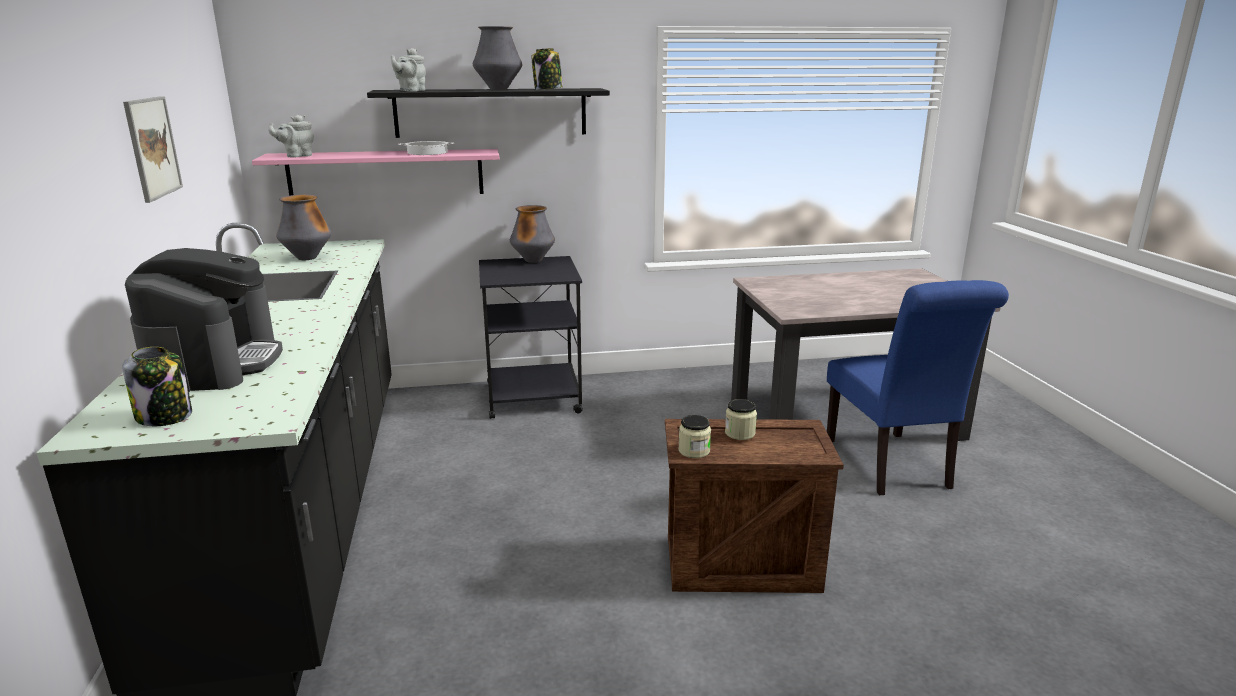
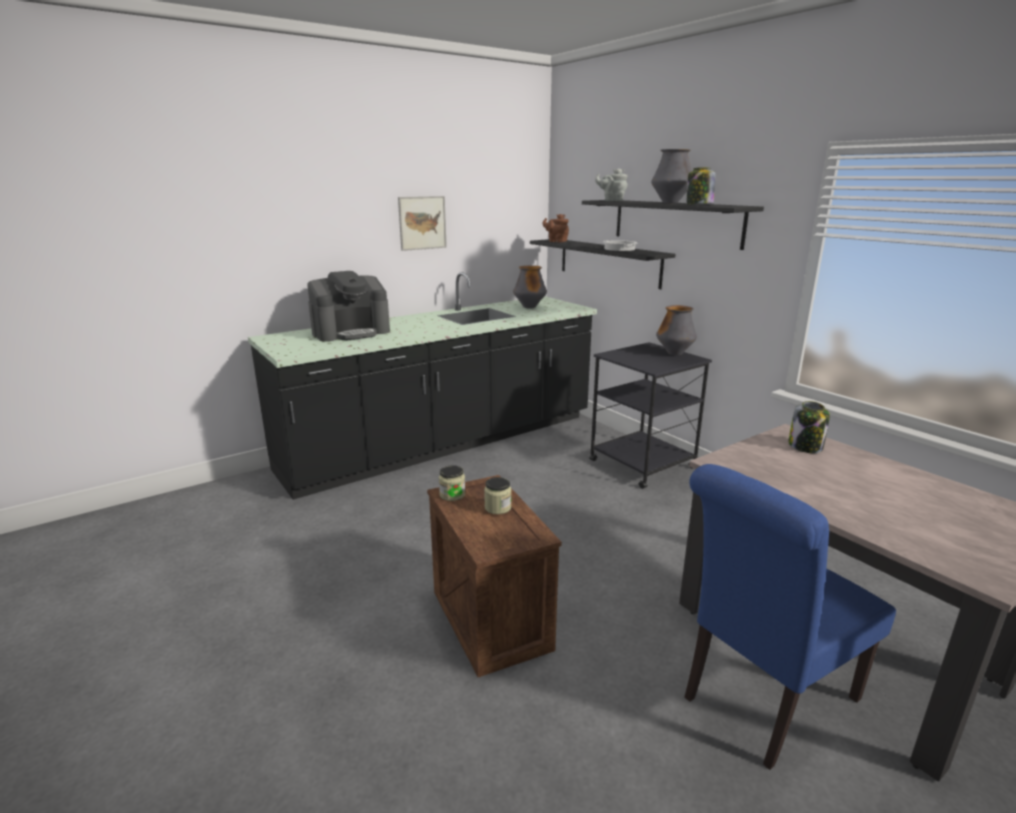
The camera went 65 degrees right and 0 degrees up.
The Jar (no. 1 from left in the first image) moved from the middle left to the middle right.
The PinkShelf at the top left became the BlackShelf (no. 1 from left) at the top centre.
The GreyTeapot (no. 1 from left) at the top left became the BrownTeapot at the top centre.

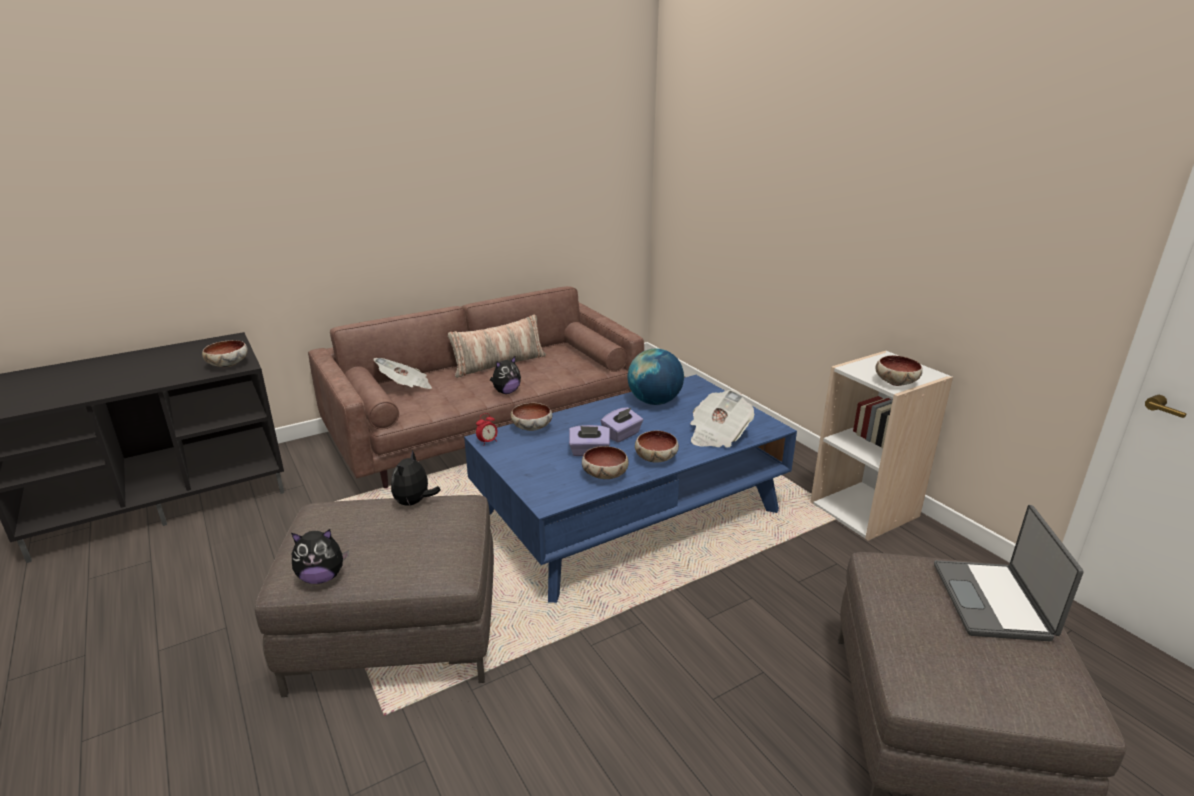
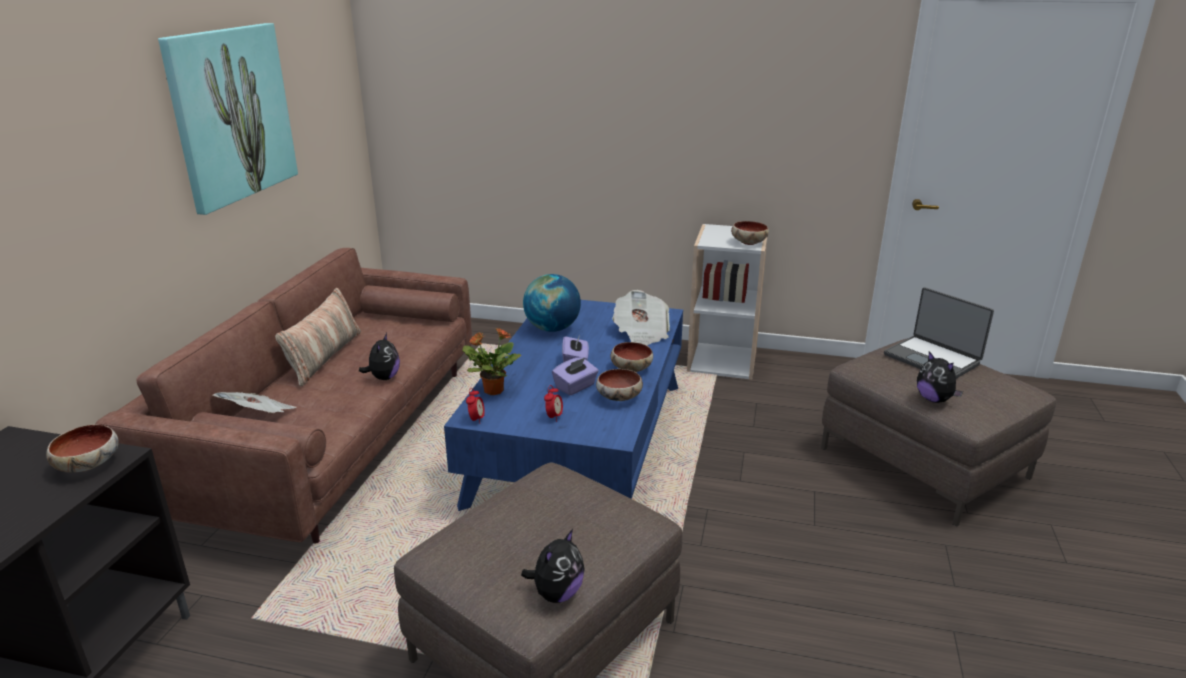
The camera went 45 degrees left and 0 degrees up.
The Picture at the top left appeared.
The AlarmClock (no. 2 from left) at the centre appeared.
The PlushToy (no. 2 from left in the first image) moved from the centre to the middle right.
The Bowl (no. 2 from left) at the centre was replaced by the PottedPlant at the centre.

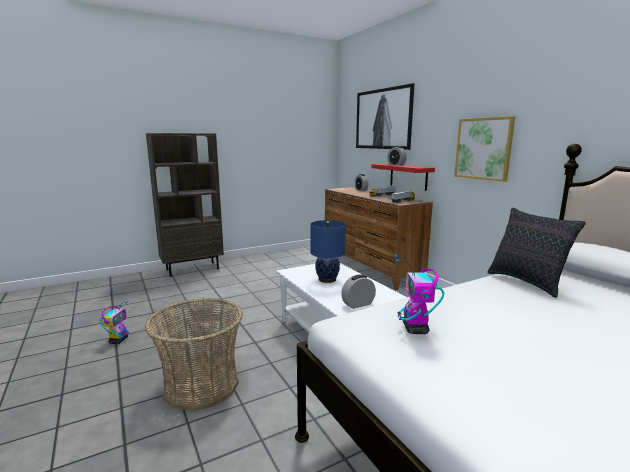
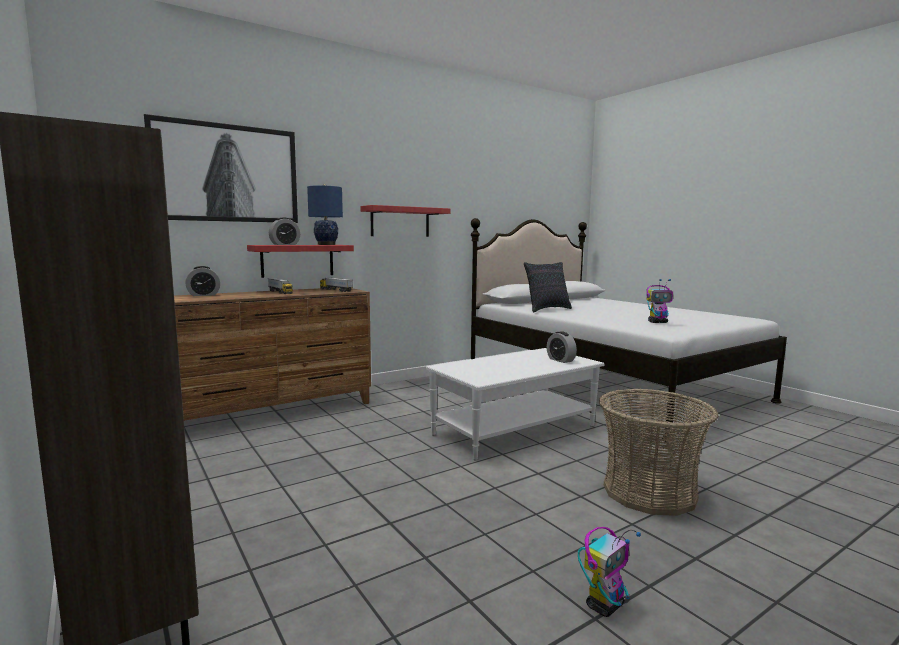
The camera went 95 degrees left and 5 degrees down.
The BlueTableLamp moved from the centre to the top centre.
The Picture (no. 2 from left) at the top right was replaced by the RedShelf (no. 2 from left) at the centre.
The ToyRobot (no. 1 from left) at the bottom left turned 135 degrees clockwise.

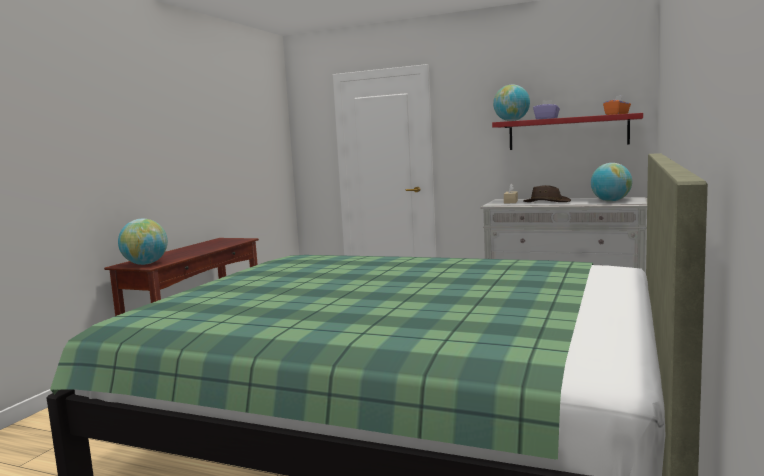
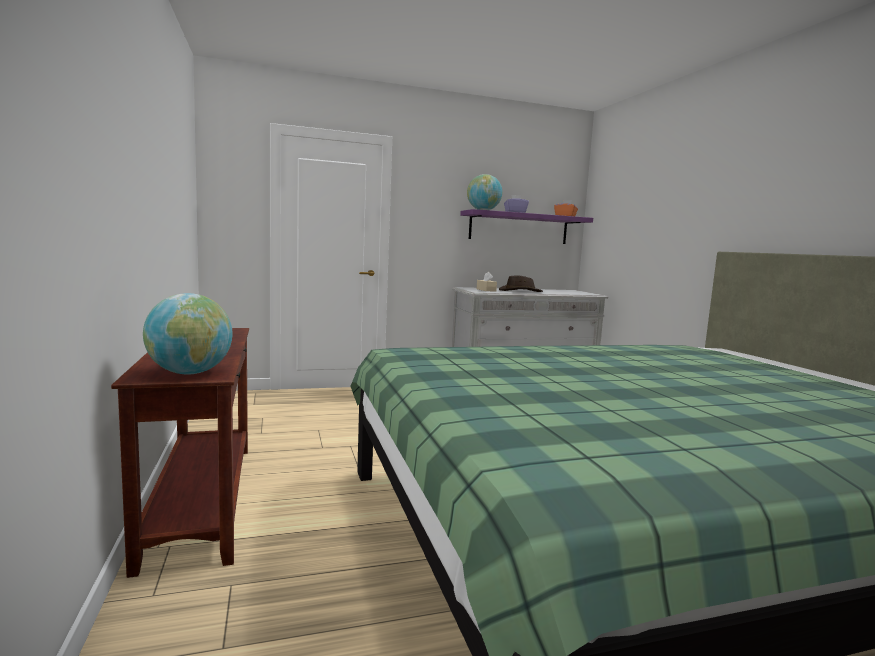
The camera went 40 degrees left and 0 degrees up.
The Globe (no. 3 from left) at the middle right disappeared.
The RedShelf at the top right became the PurpleShelf at the centre.

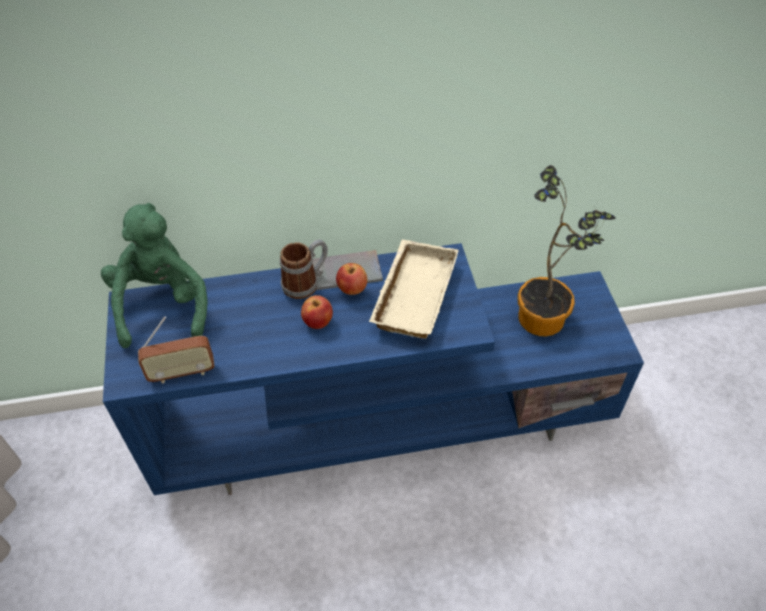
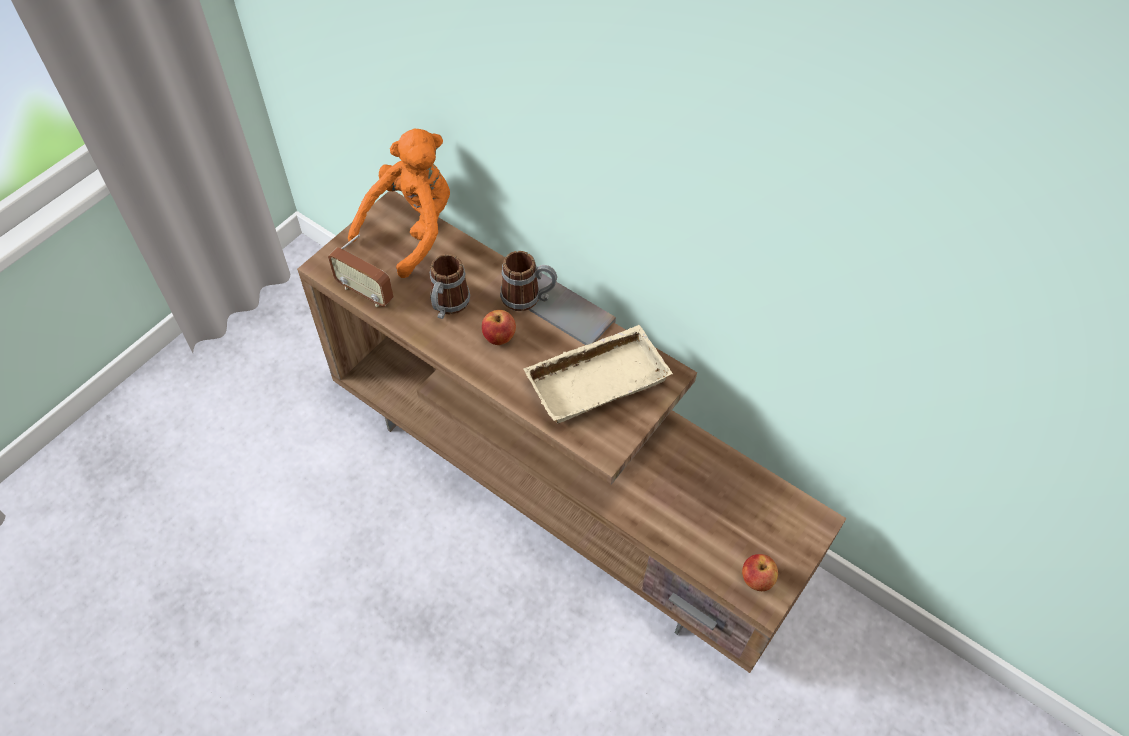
The camera went 45 degrees right and 5 degrees up.
The PottedPlant at the middle right disappeared.
The Mug (no. 1 from left) at the centre appeared.
The Apple (no. 2 from left) moved from the centre to the bottom right.
The GreenPlushToy at the middle left became the OrangePlushToy at the top centre.
The BlueTvStand at the centre became the BrownTvStand at the centre.

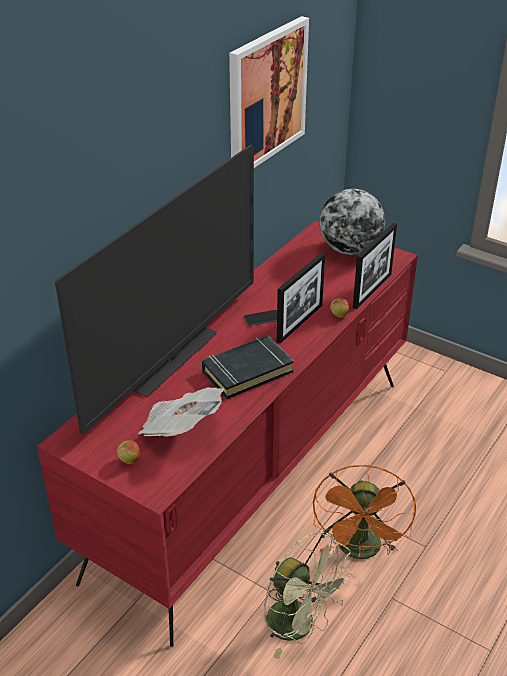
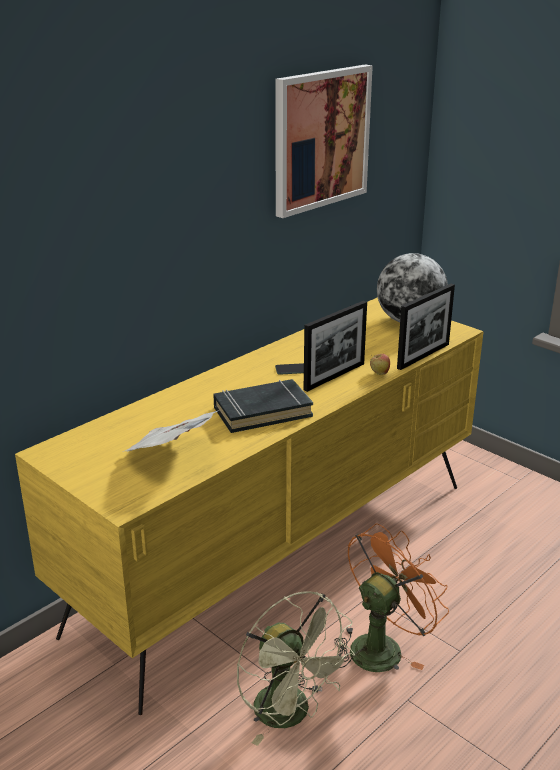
The camera went 10 degrees right and 10 degrees down.
The Television at the middle left disappeared.
The Apple (no. 1 from left) at the bottom left disappeared.
The RedTvStand at the centre became the YellowTvStand at the centre.
The OrangeFan at the bottom right turned 150 degrees counterclockwise.

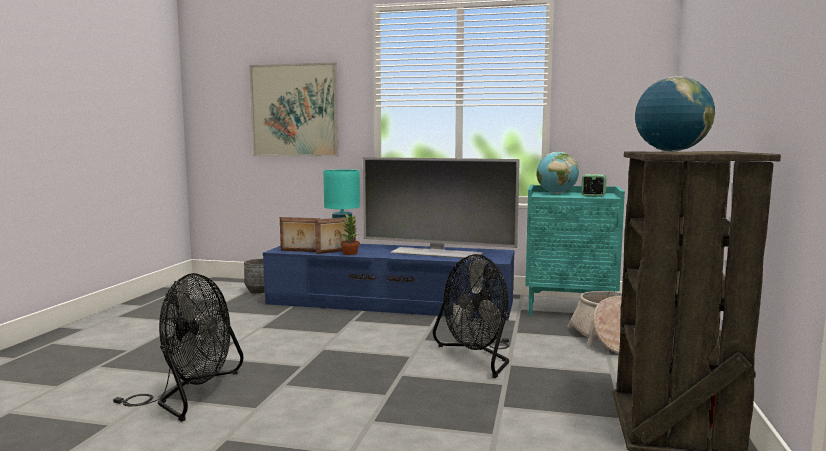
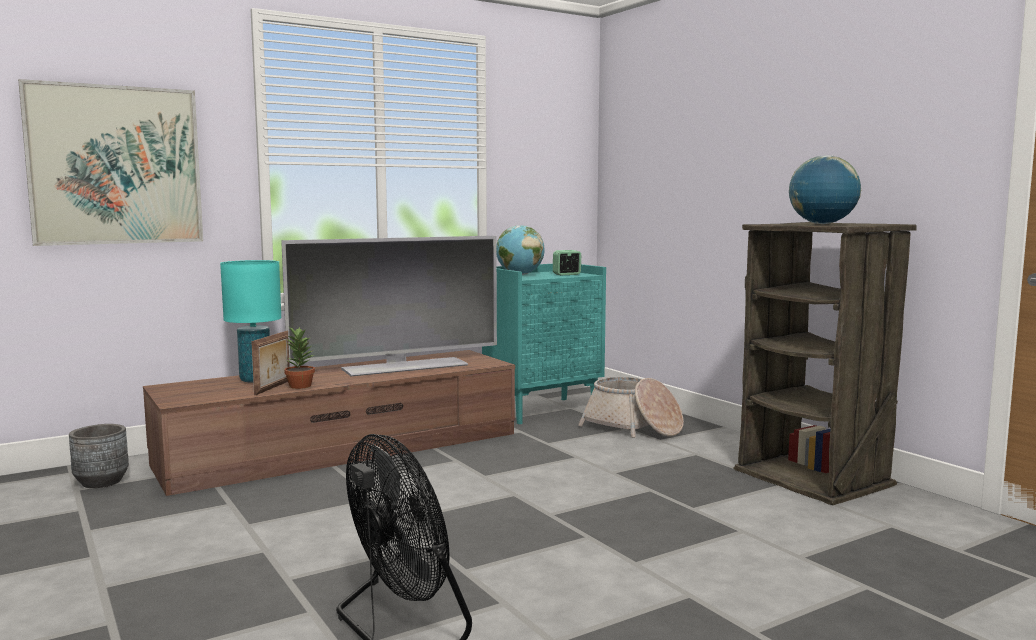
The camera went 45 degrees left and 0 degrees up.
The PictureFrame (no. 1 from left) at the centre disappeared.
The BlackFan (no. 2 from left) at the bottom centre disappeared.
The BlueTvStand at the centre became the BrownTvStand at the middle left.

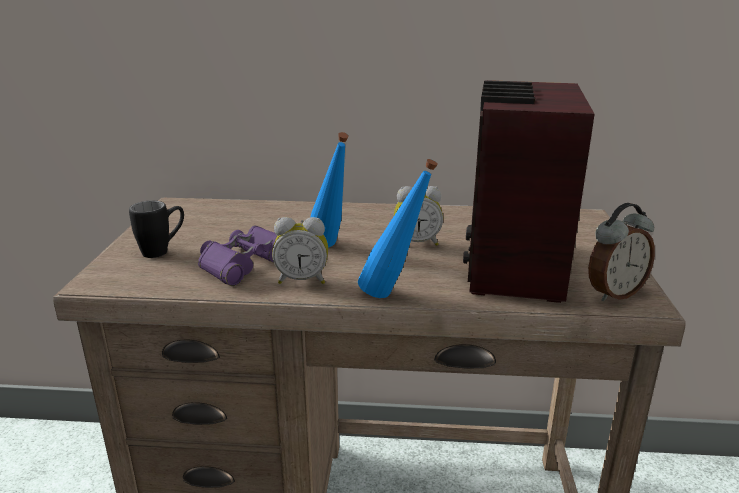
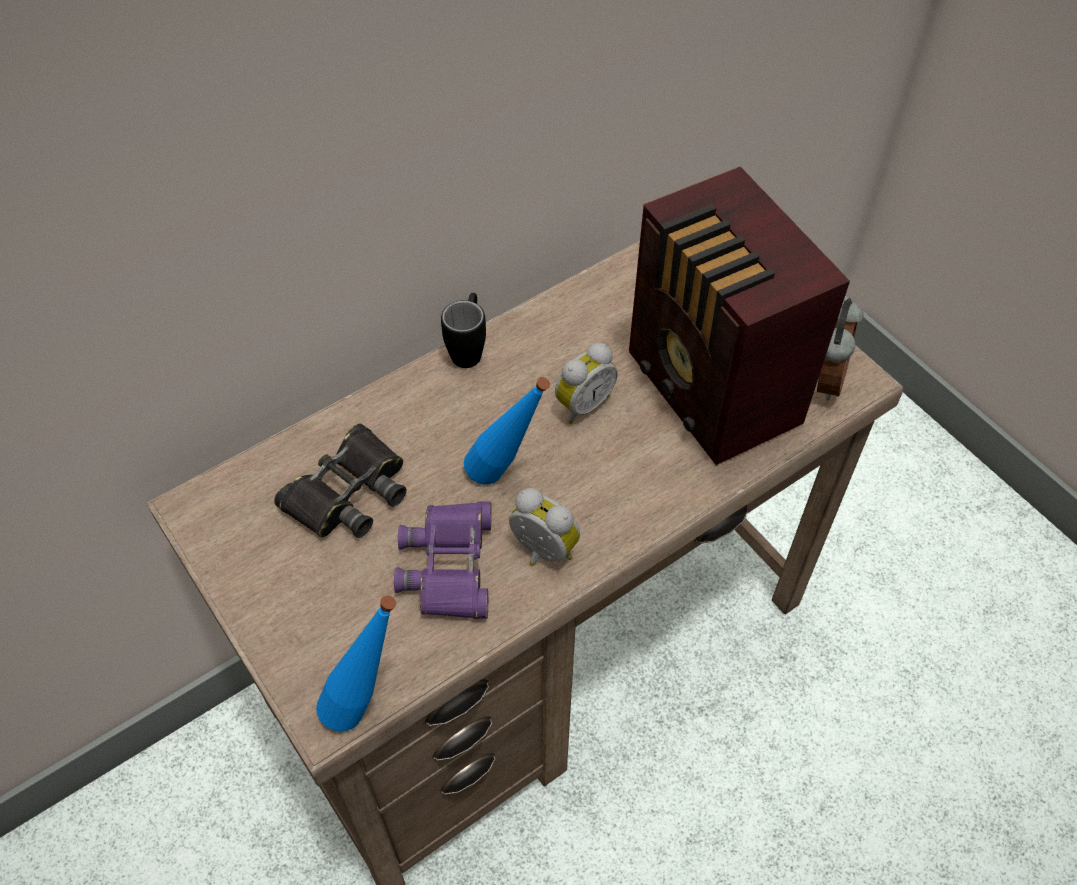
The camera went 40 degrees left and 30 degrees up.
The BlackBinoculars at the middle left appeared.
The BlackMug moved from the middle left to the centre.
The BlueBottle (no. 2 from left in the first image) moved from the centre to the bottom left.
The AlarmClock (no. 1 from left) at the centre turned 105 degrees counterclockwise.

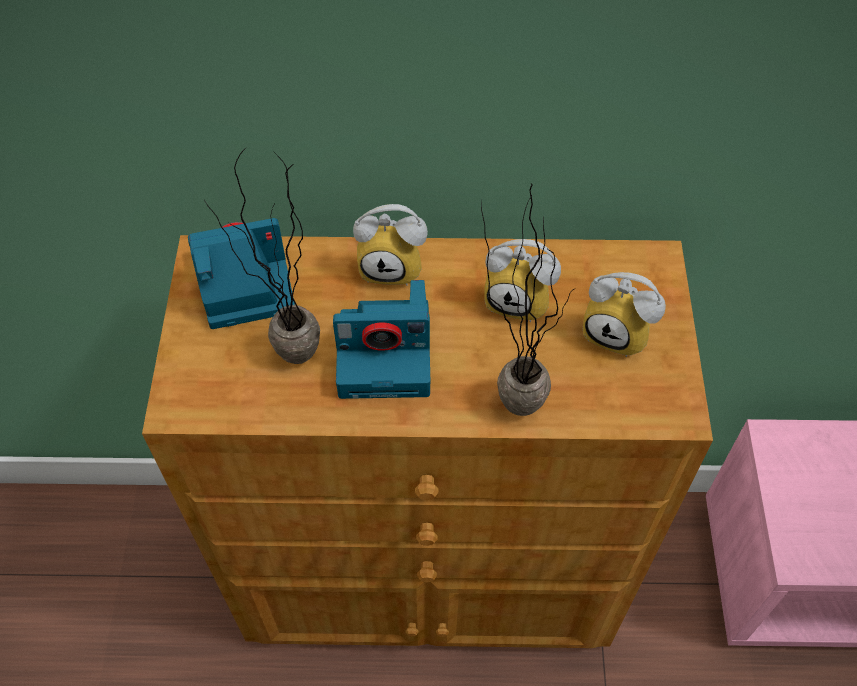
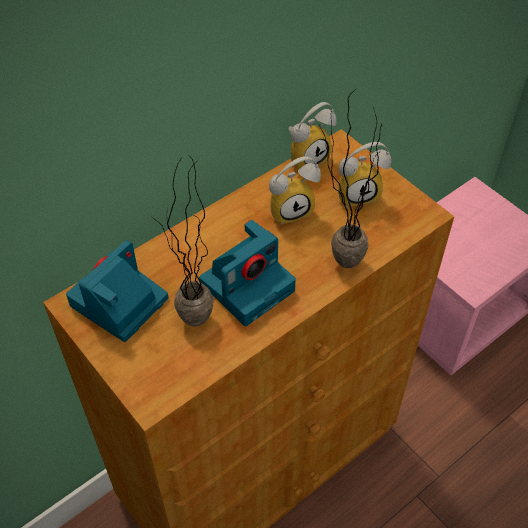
The camera went 40 degrees left and 5 degrees down.
The AlarmClock (no. 1 from left in the first image) moved from the centre to the top centre.

